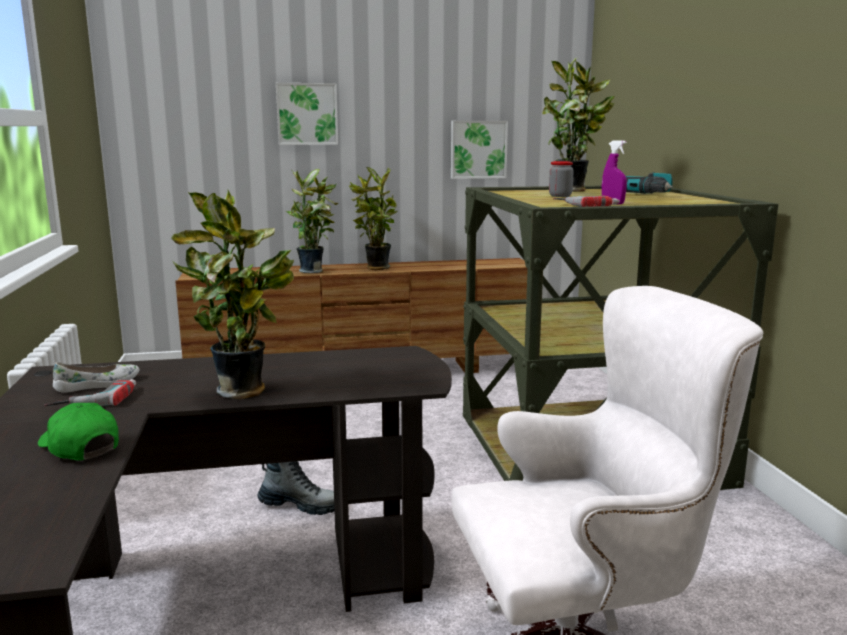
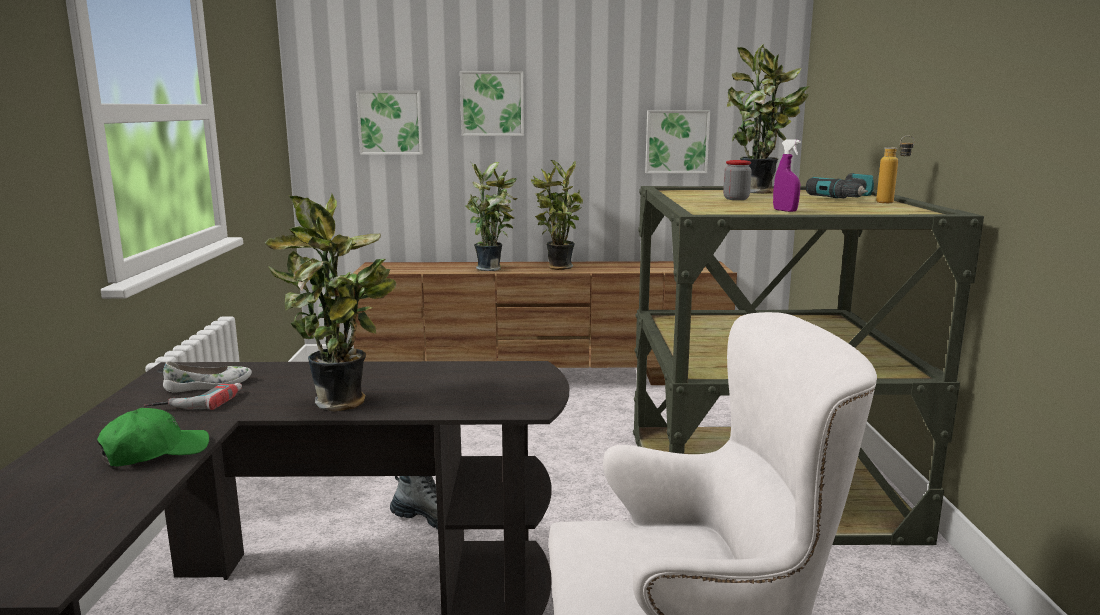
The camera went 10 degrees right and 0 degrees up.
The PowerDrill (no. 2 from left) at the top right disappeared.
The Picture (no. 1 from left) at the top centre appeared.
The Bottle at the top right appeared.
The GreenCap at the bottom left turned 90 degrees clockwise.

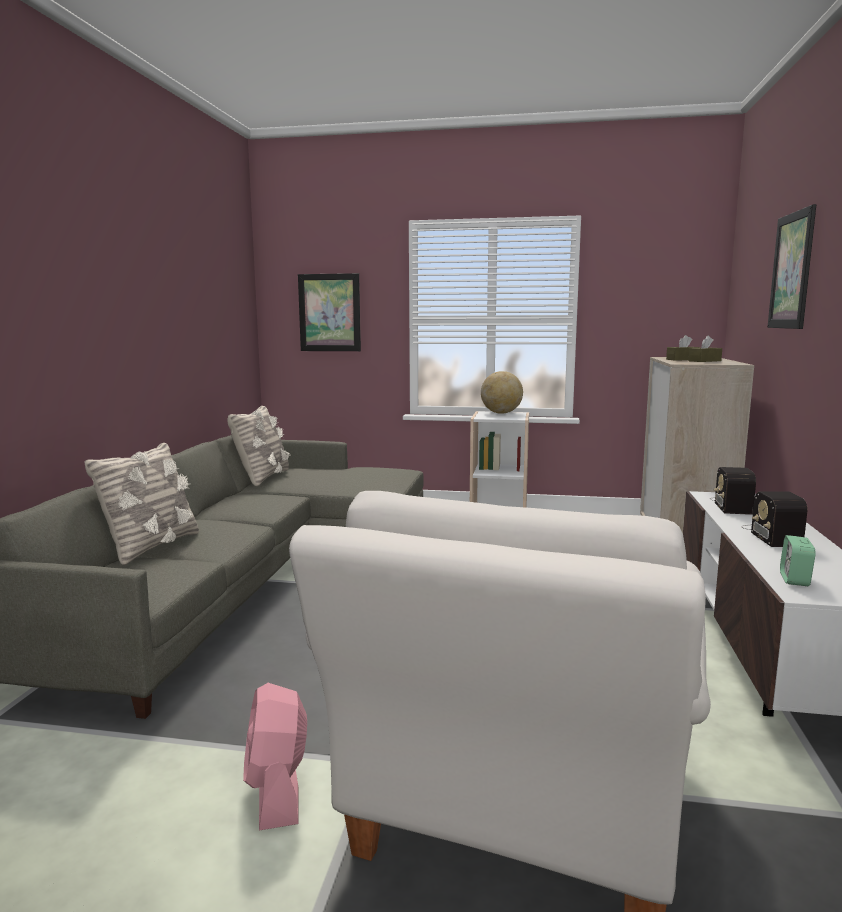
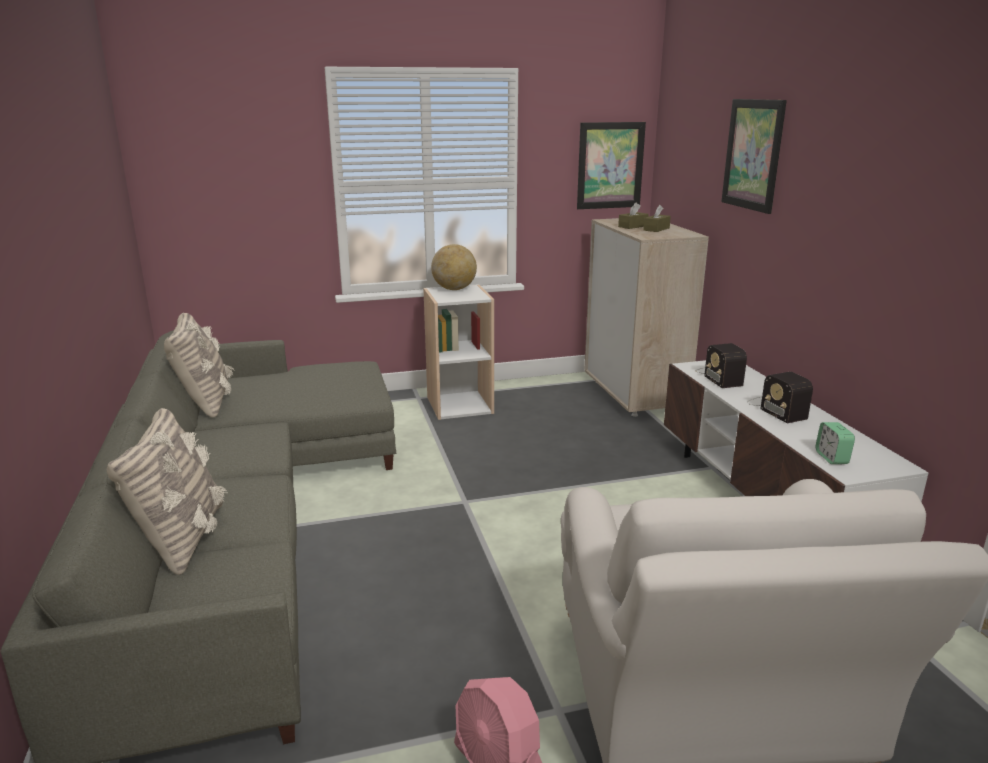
The camera went 25 degrees left and 10 degrees up.
The Picture (no. 1 from left) moved from the centre to the top centre.

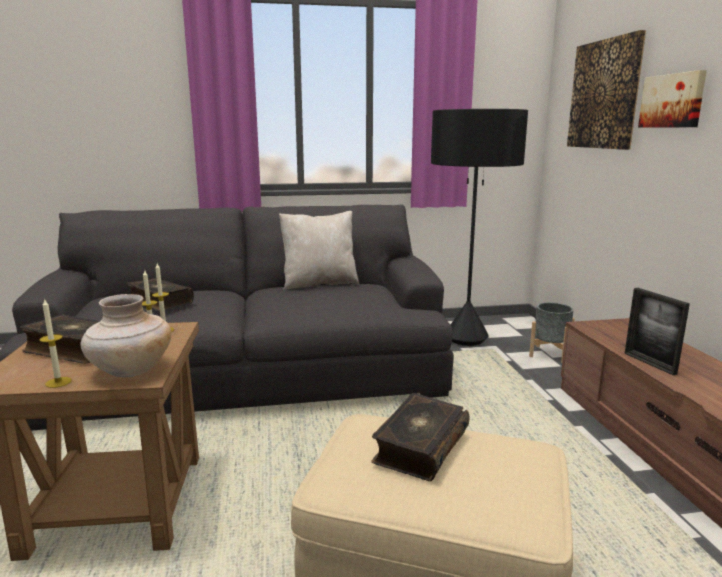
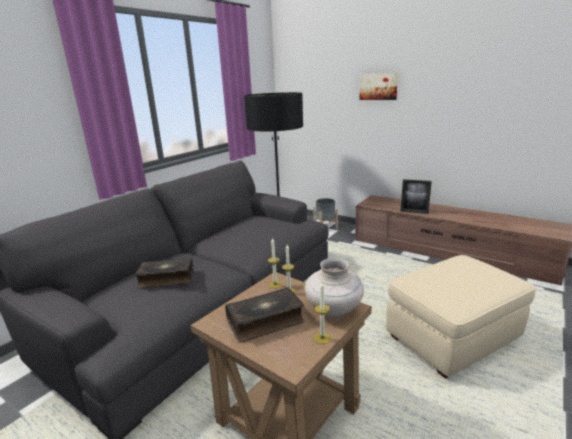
The camera went 45 degrees left and 5 degrees up.
The BeigePillow at the centre disappeared.
The Book (no. 3 from left) at the bottom centre disappeared.
The Picture (no. 1 from left) at the top right disappeared.

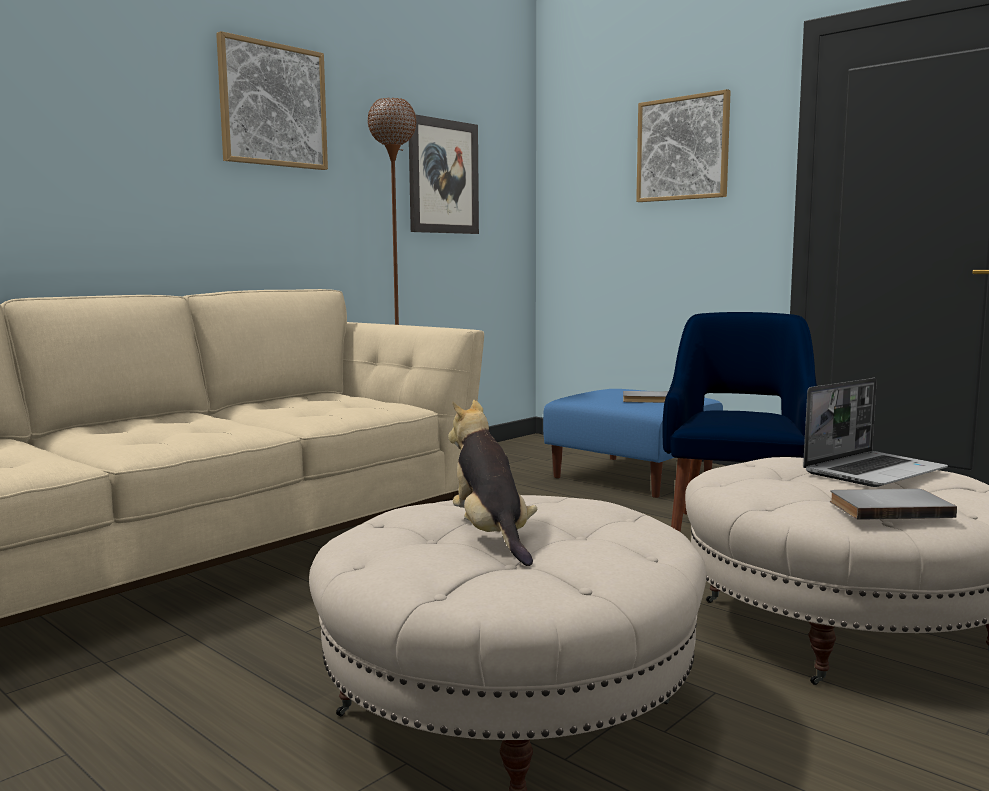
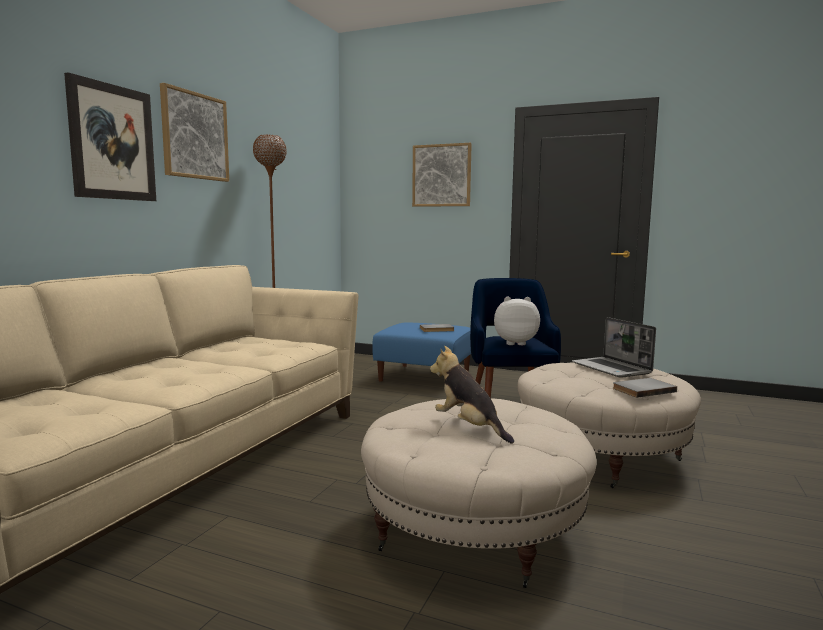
The camera went 20 degrees left and 0 degrees up.
The PlushToy (no. 2 from left) at the centre appeared.
The Picture (no. 2 from left in the first image) moved from the top centre to the top left.
The Laptop at the middle right turned 120 degrees clockwise.

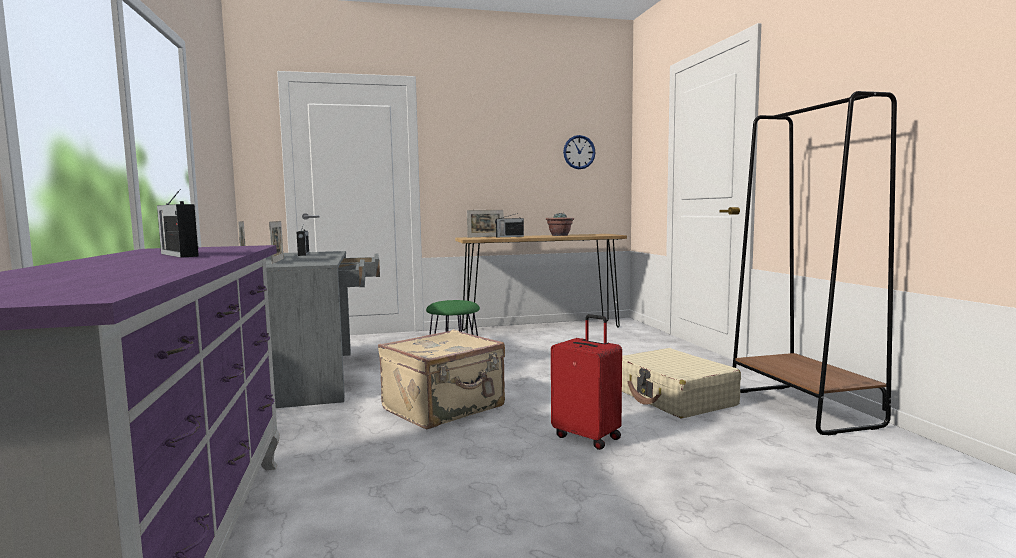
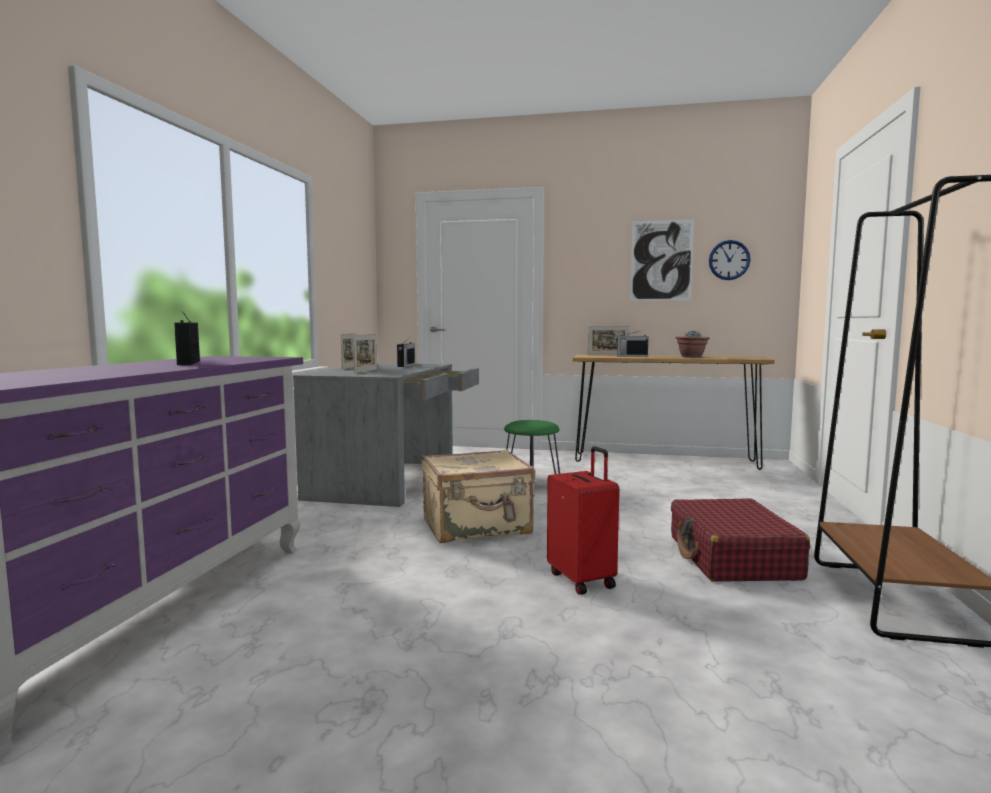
The camera went 25 degrees right and 0 degrees up.
The Picture at the top right appeared.
The BeigeSuitcase (no. 2 from left) at the bottom right became the RedSuitcase (no. 2 from left) at the bottom right.

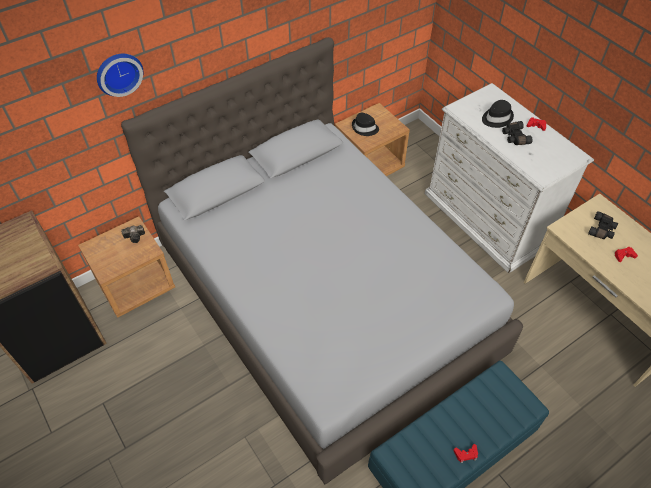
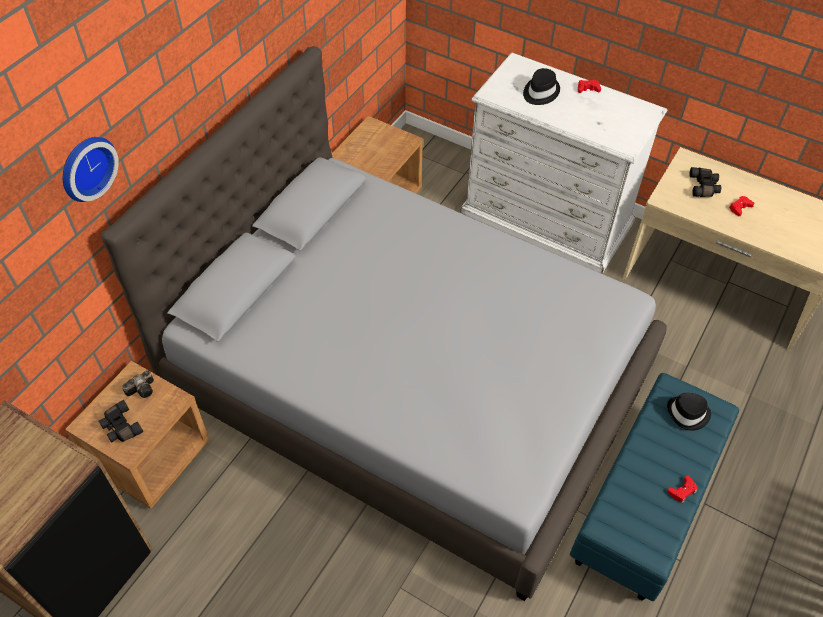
The camera went 25 degrees left and 0 degrees up.
The BlackHat (no. 1 from left in the first image) moved from the top centre to the bottom right.
The BlackBinoculars (no. 1 from left) moved from the top right to the bottom left.

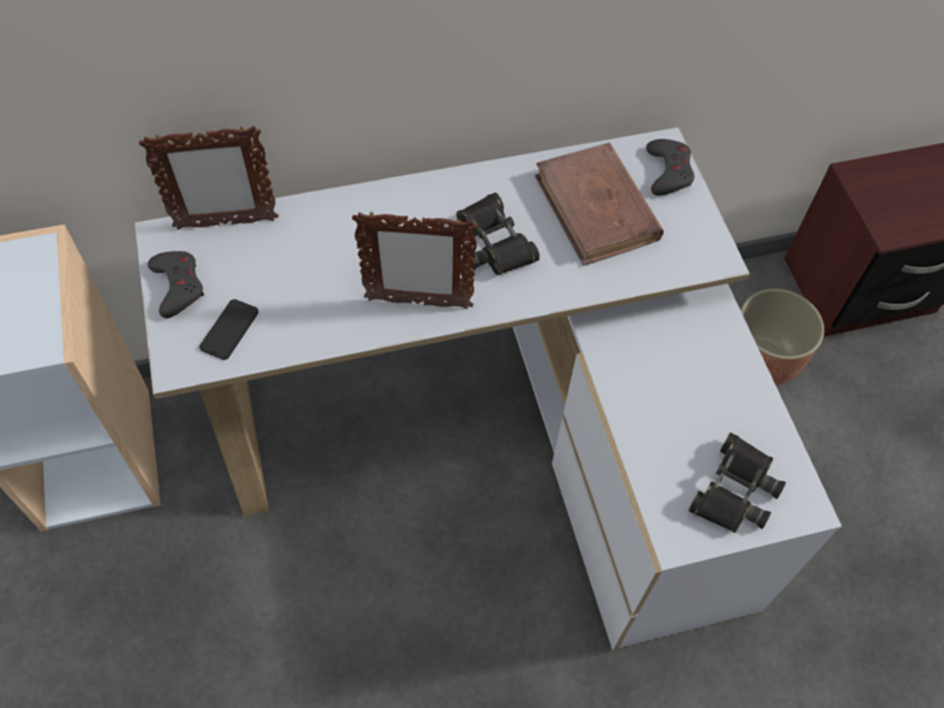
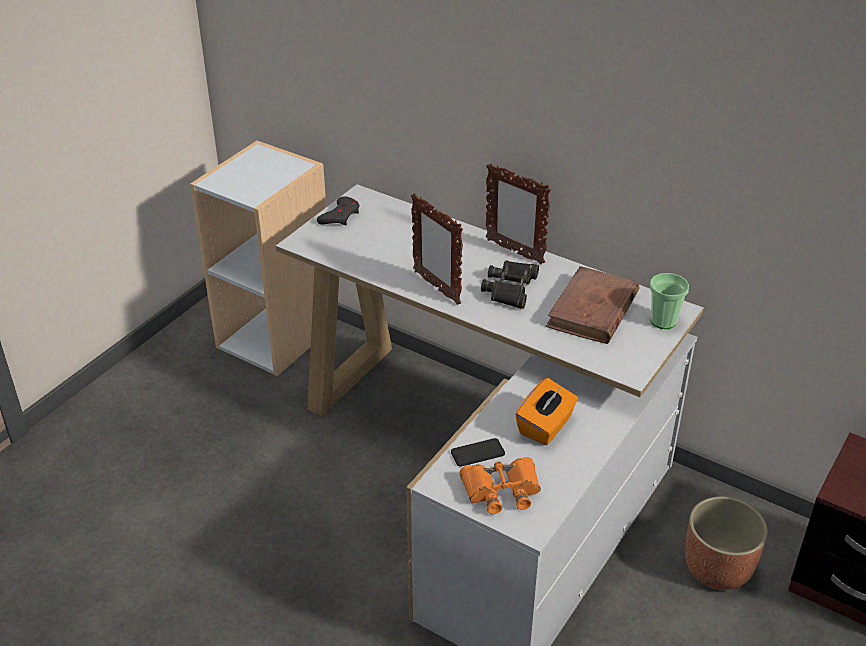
The camera went 50 degrees right and 20 degrees down.
The OrangeTissueBox at the centre appeared.
The PictureFrame (no. 1 from left in the first image) moved from the top left to the top centre.
The Phone moved from the middle left to the bottom centre.
The GreyGameController (no. 2 from left) at the top right was replaced by the Cup at the middle right.
The BlackBinoculars (no. 2 from left) at the bottom right became the OrangeBinoculars at the bottom centre.

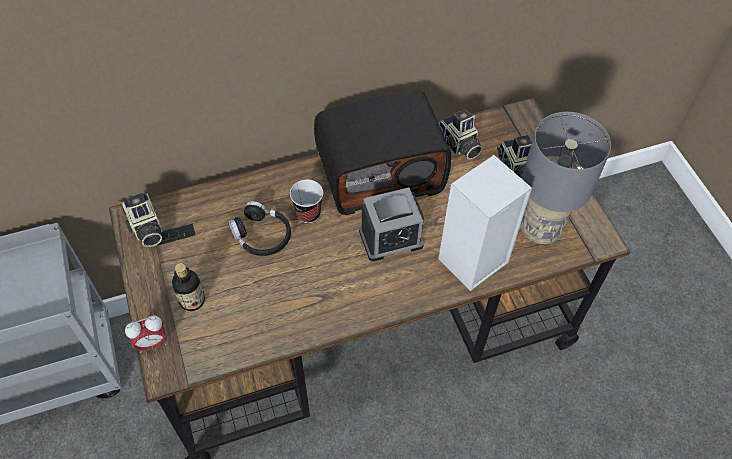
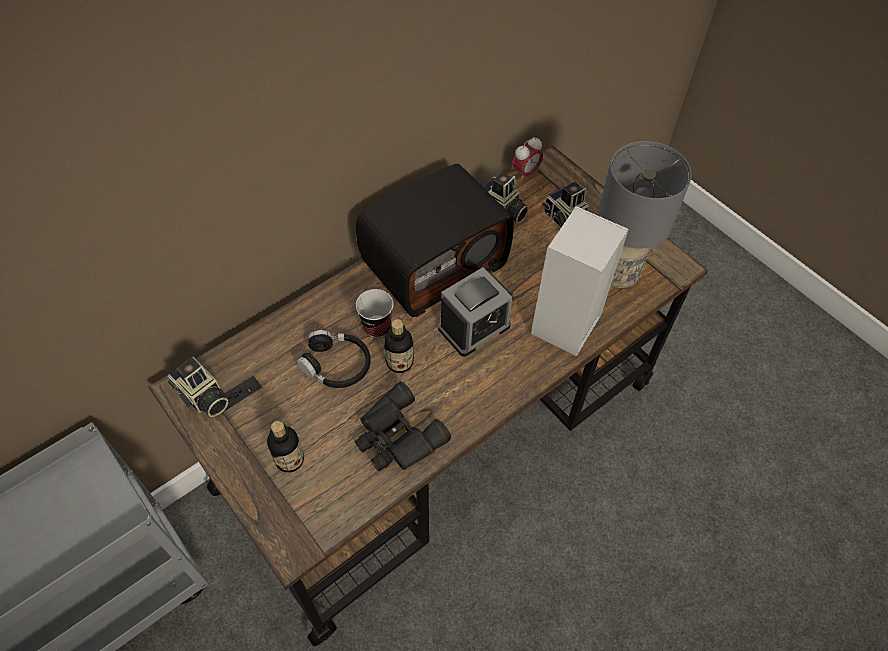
The camera went 20 degrees left and 0 degrees up.
The BlackBinoculars at the centre appeared.
The Bottle (no. 2 from left) at the centre appeared.
The AlarmClock (no. 1 from left in the first image) moved from the bottom left to the top centre.

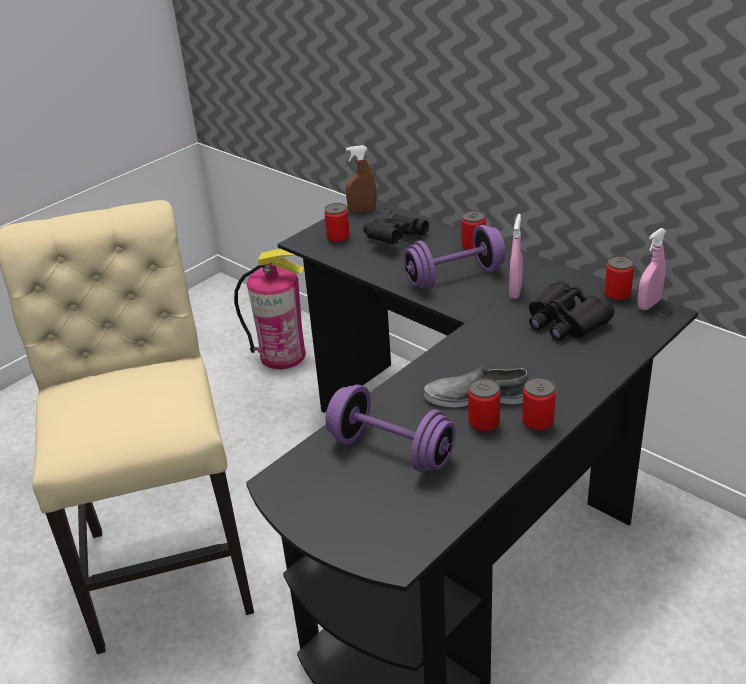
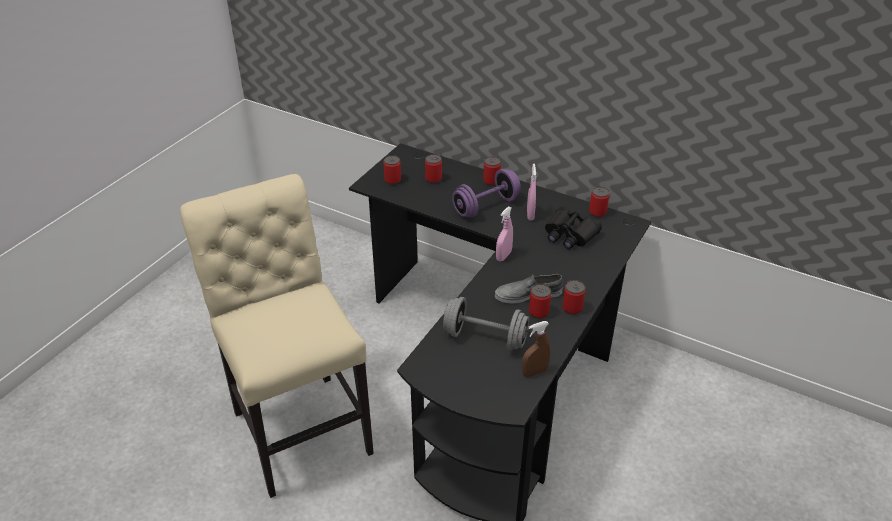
The camera went 15 degrees left and 5 degrees up.
The FireExtinguisher at the centre disappeared.
The BrownSprayBottle moved from the top centre to the bottom centre.
The PinkSprayBottle (no. 2 from left in the first image) moved from the middle right to the centre.
The BlackBinoculars (no. 1 from left) at the centre was replaced by the Can (no. 2 from left) at the top centre.
The PurpleDumbbell (no. 1 from left) at the centre became the GreyDumbbell at the centre.

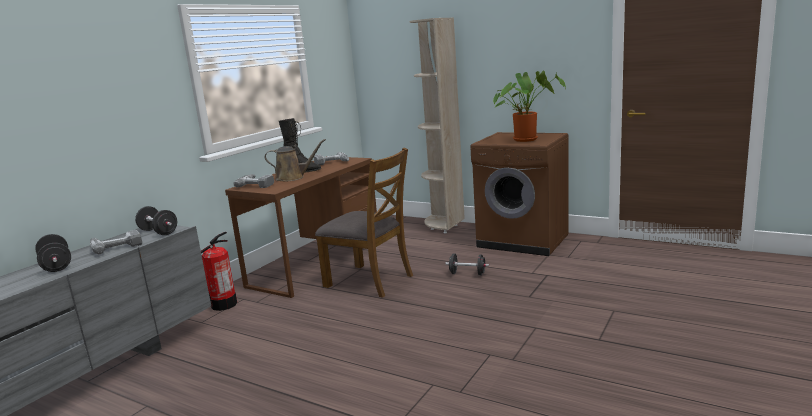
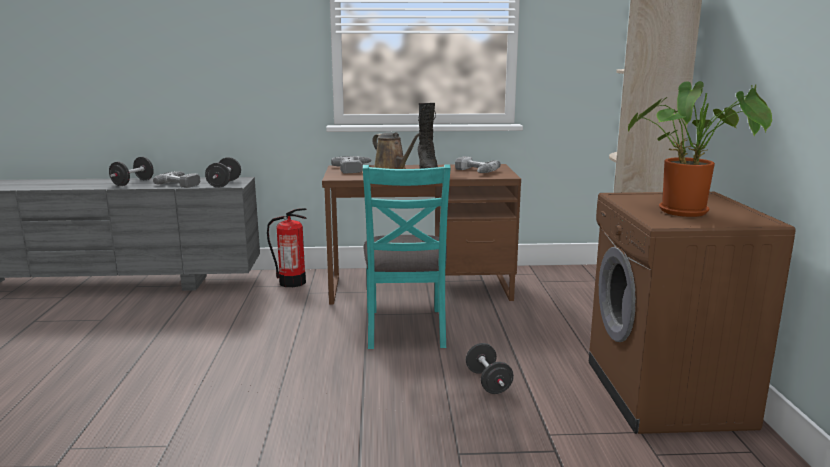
The camera went 55 degrees right and 0 degrees up.
The BrownChair at the centre became the TurquoiseChair at the centre.

